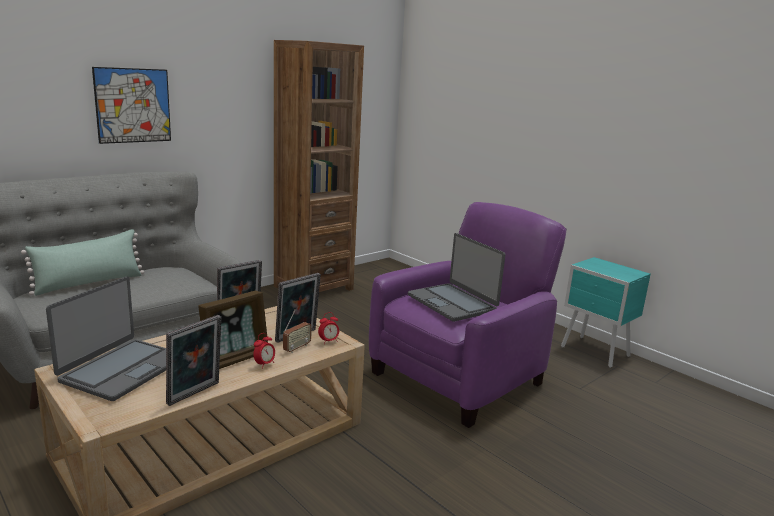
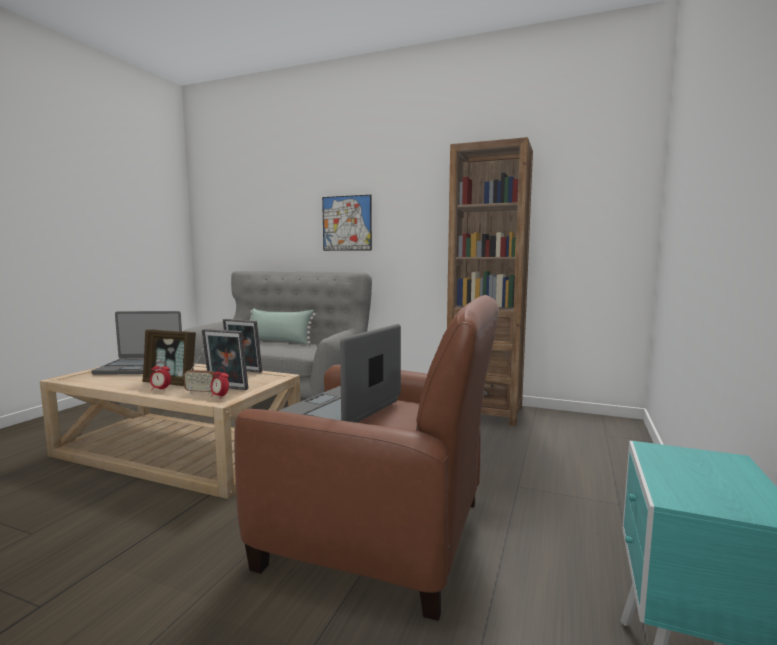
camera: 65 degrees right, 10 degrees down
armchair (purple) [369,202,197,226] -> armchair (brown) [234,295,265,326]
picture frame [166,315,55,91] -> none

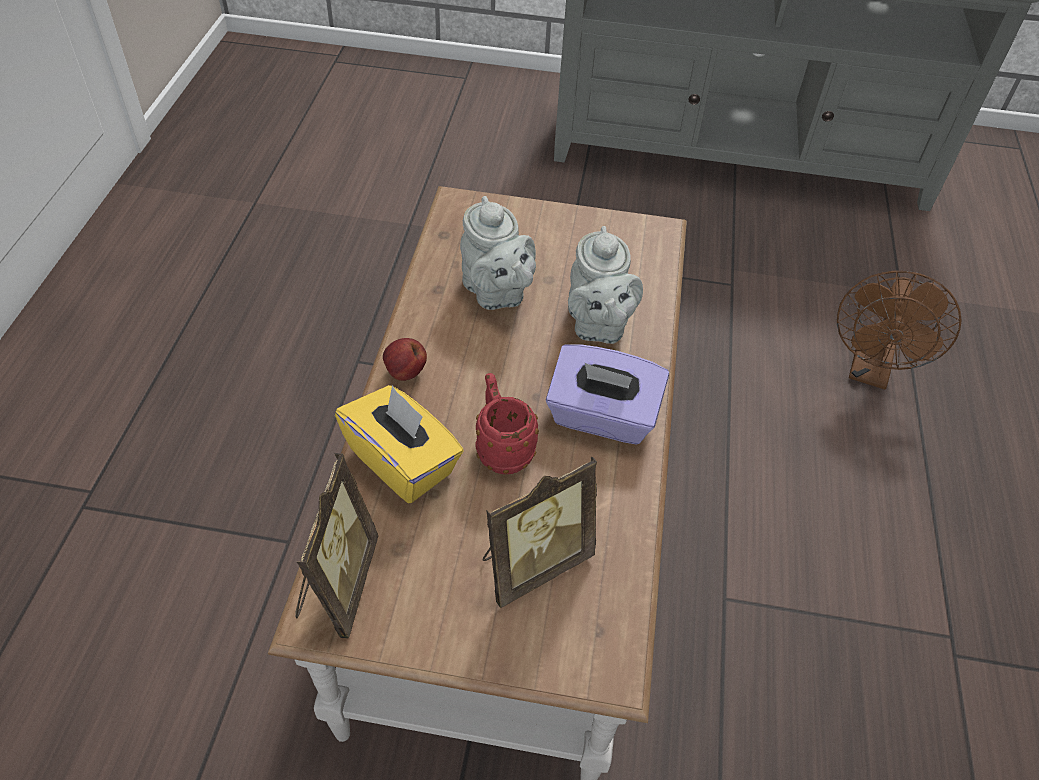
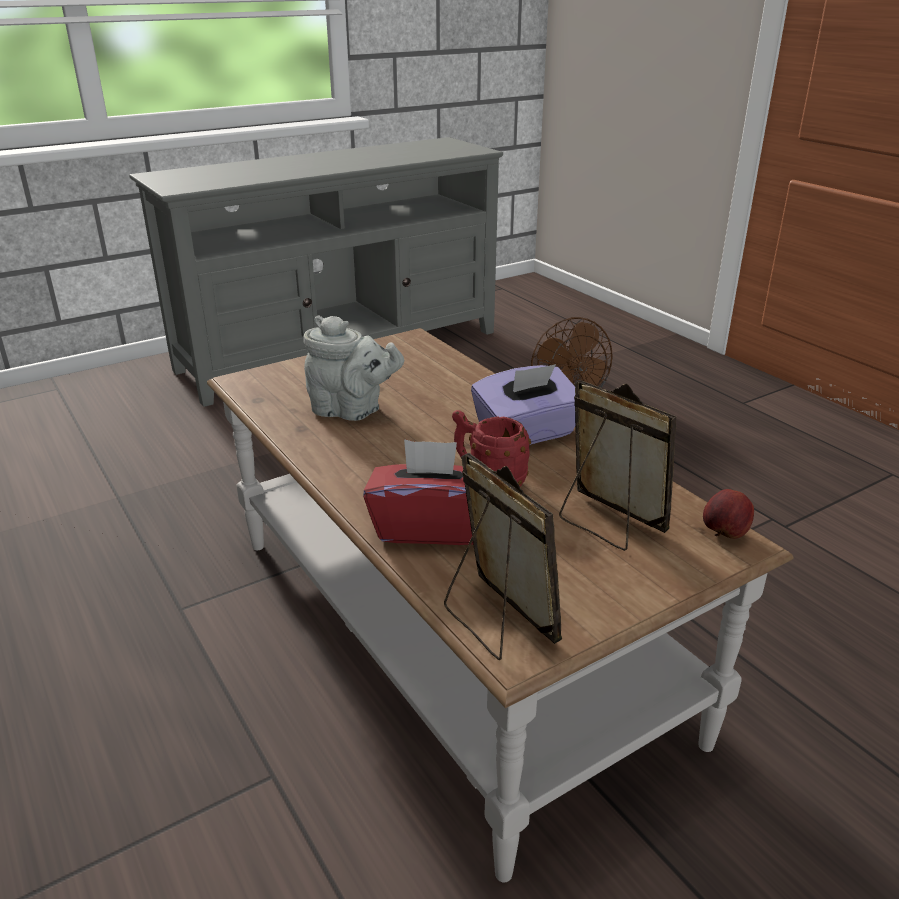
camera: 40 degrees left, 20 degrees down
teapot (grey) [568,226,75,118] -> none
apple [383,338,44,43] -> apple [703,489,51,50], relocated
tissue box (yellow) [335,385,129,118] -> tissue box (red) [363,439,110,106]
picture frame [483,456,114,152] -> picture frame [559,380,118,171], 60 degrees counterclockwise

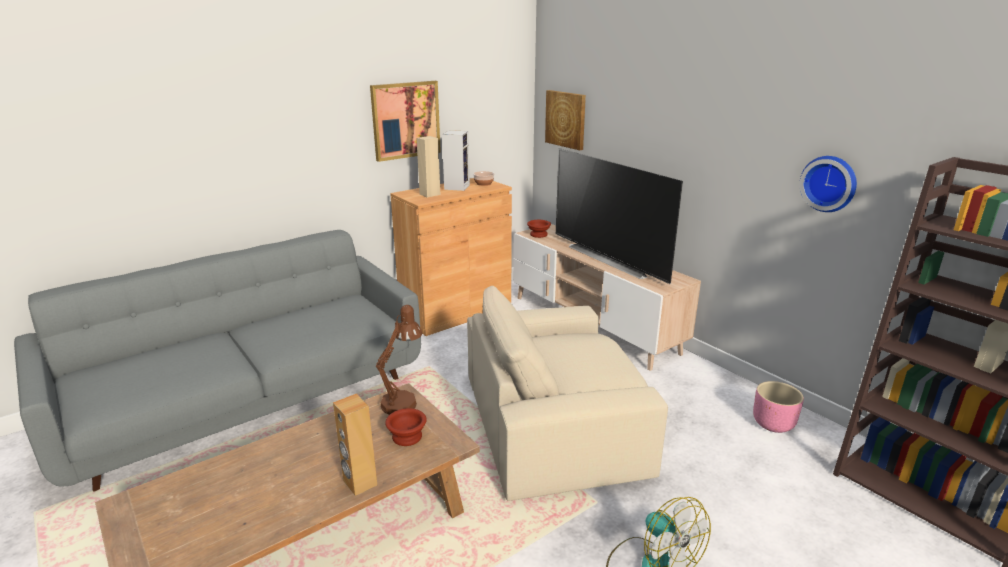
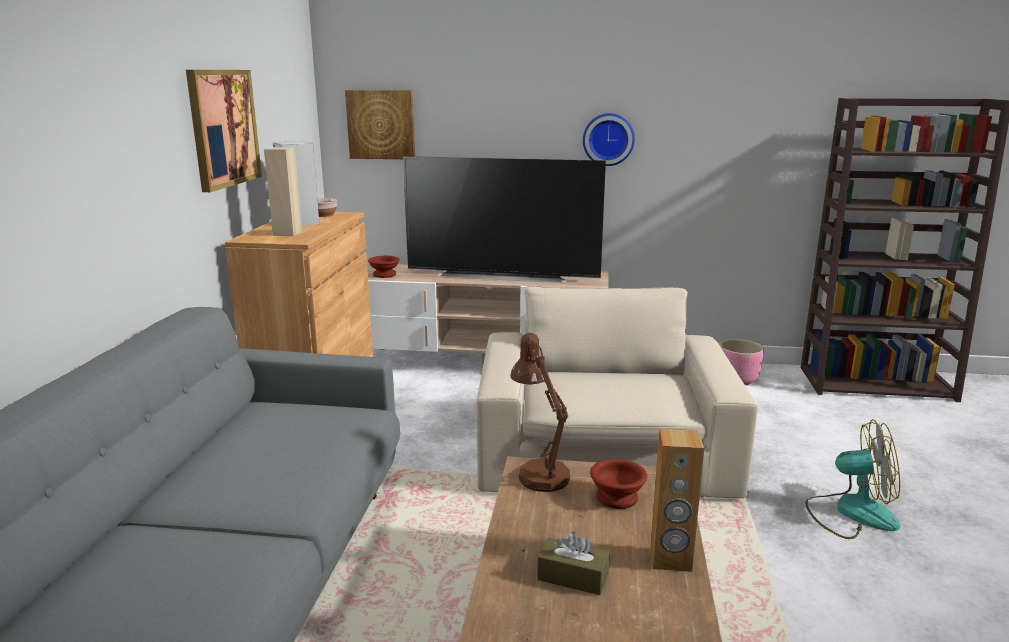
camera: 45 degrees left, 5 degrees down
wall clock [800,156,57,56] -> wall clock [583,113,52,53], relocated
armchair (beige) [467,286,201,215] -> armchair (beige) [476,286,282,212], 150 degrees clockwise
none -> tissue box (brown) [537,531,73,64]

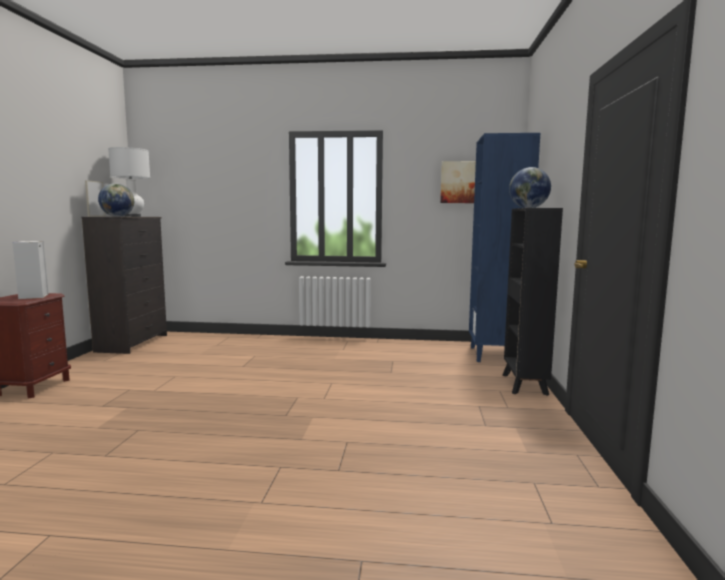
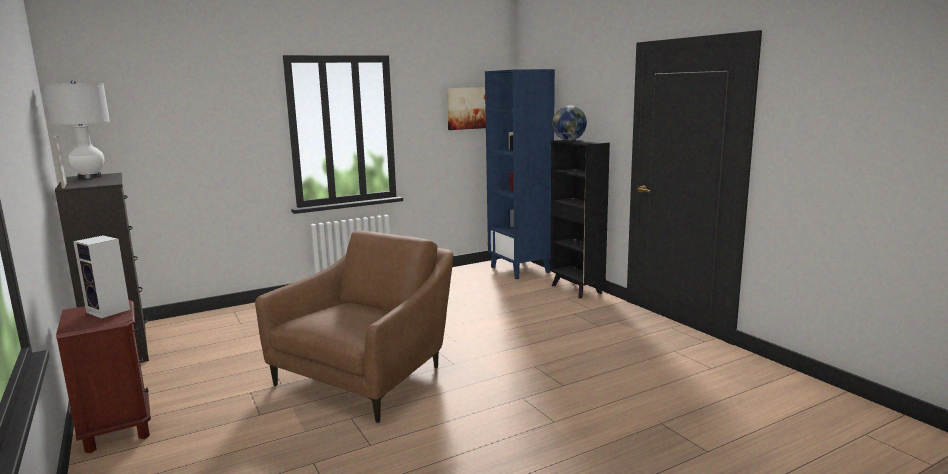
camera: 35 degrees left, 5 degrees up
globe [98,183,36,34] -> none
none -> armchair (brown) [255,231,198,192]

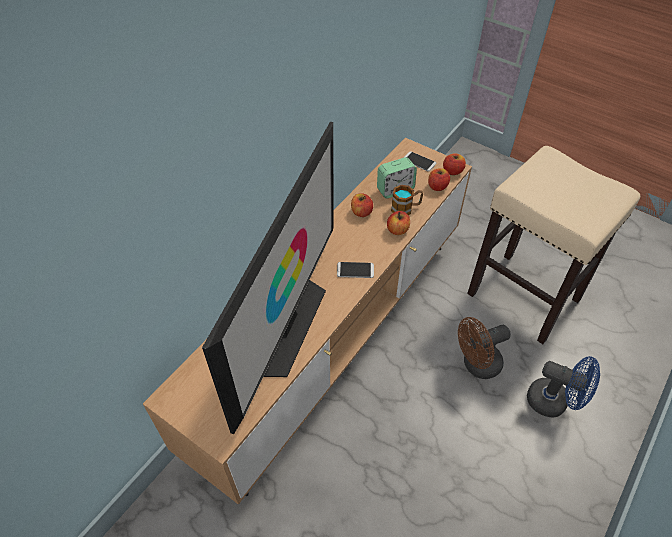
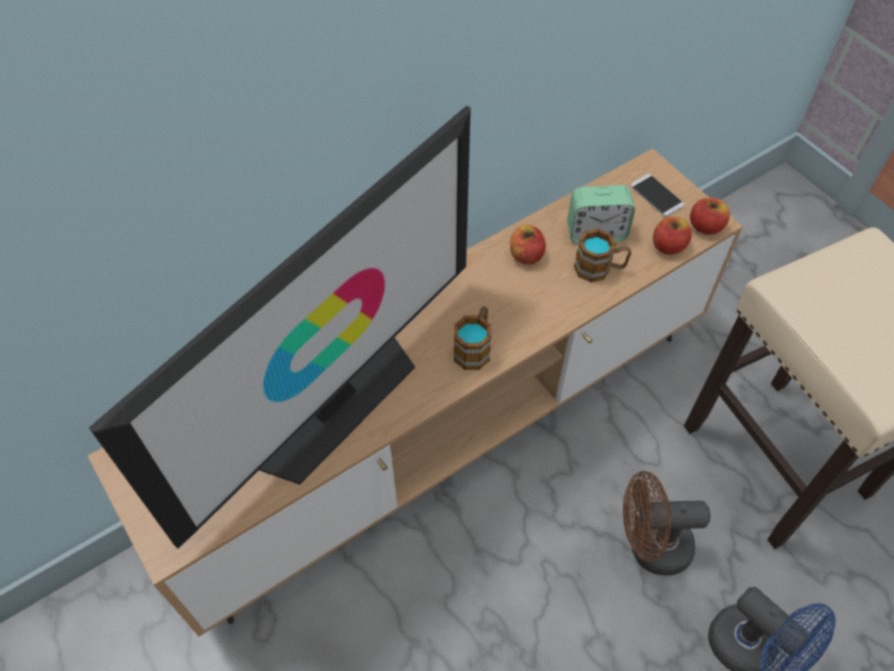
camera: 20 degrees right, 5 degrees up
apple [387,211,23,24] -> none
phone [337,262,37,16] -> mug [454,306,37,64]

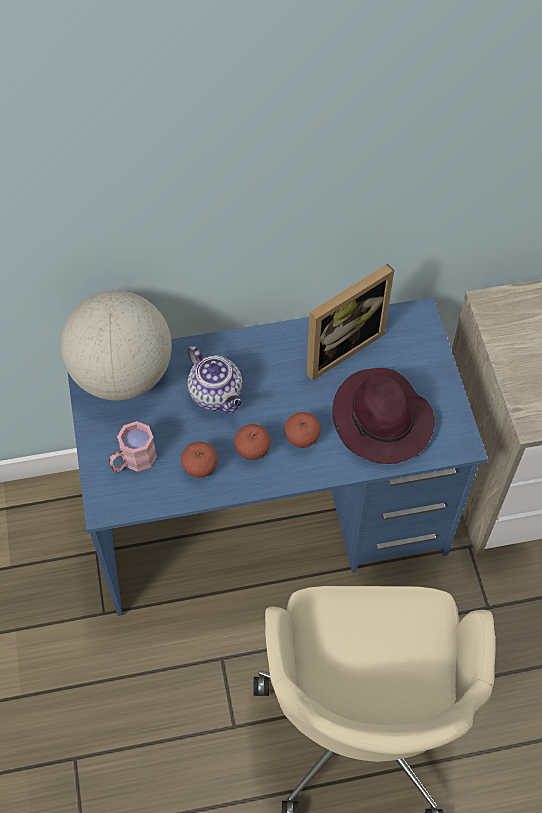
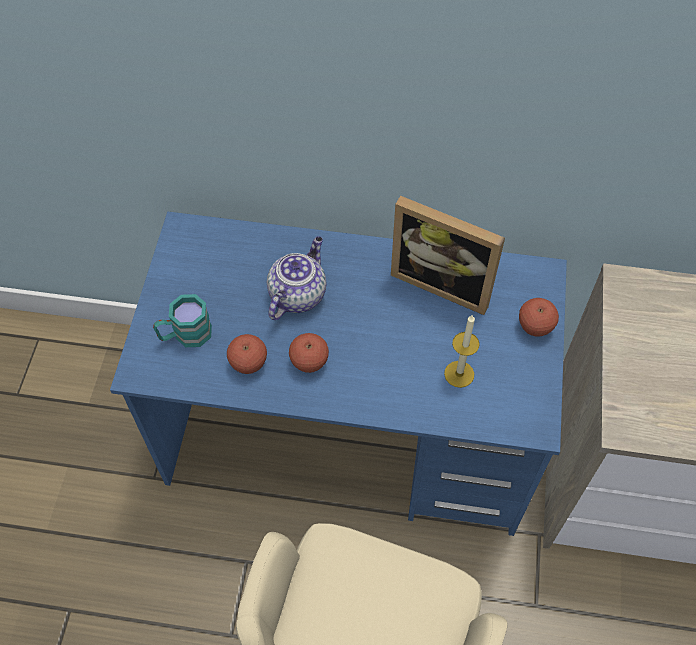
camera: 20 degrees right, 0 degrees up
picture frame [306,264,88,117] -> picture frame [391,196,114,119], 45 degrees clockwise
globe [61,290,111,111] -> none
teapot [187,346,56,67] -> teapot [267,236,59,84], 135 degrees counterclockwise
hat (purple) [332,368,103,96] -> candle [444,315,36,73]
apple [285,412,36,36] -> apple [519,298,40,39], relocated
mug (pink) [109,421,48,51] -> mug (turquoise) [153,294,59,53]

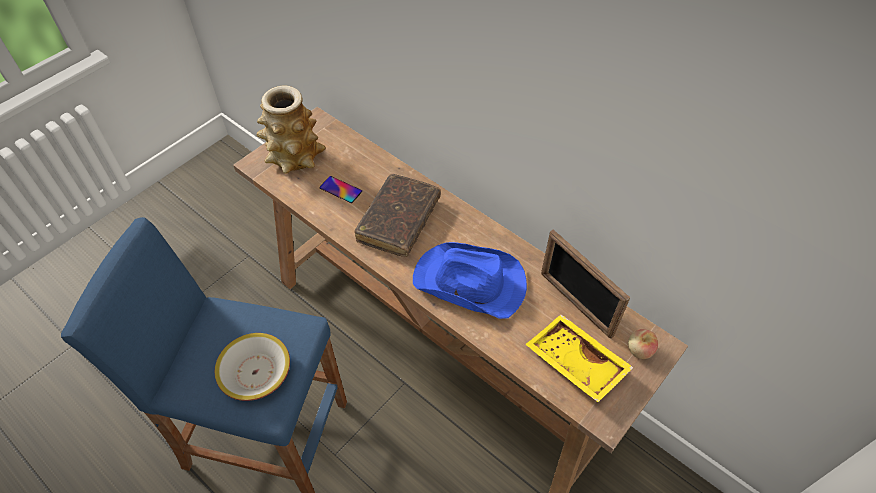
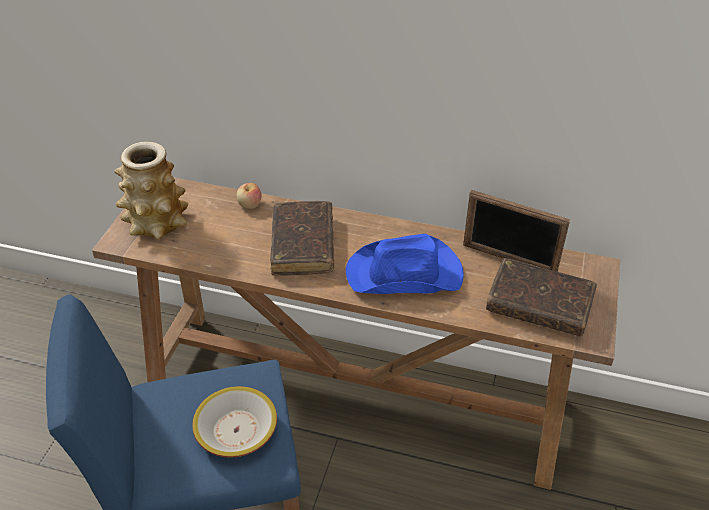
camera: 25 degrees left, 10 degrees down
phone [320,176,42,27] -> none
tray (yellow) [525,315,109,87] -> book (brown) [486,258,111,79]
apple [628,329,30,30] -> apple [237,183,25,26], relocated

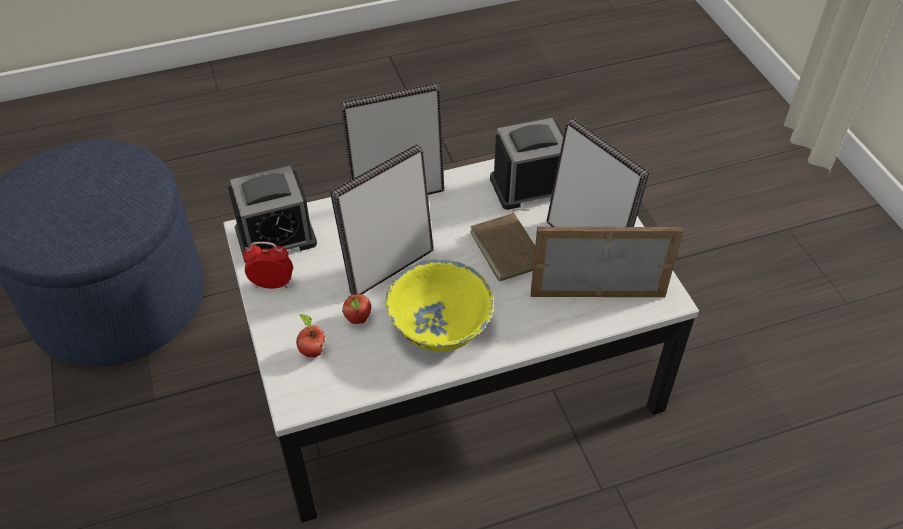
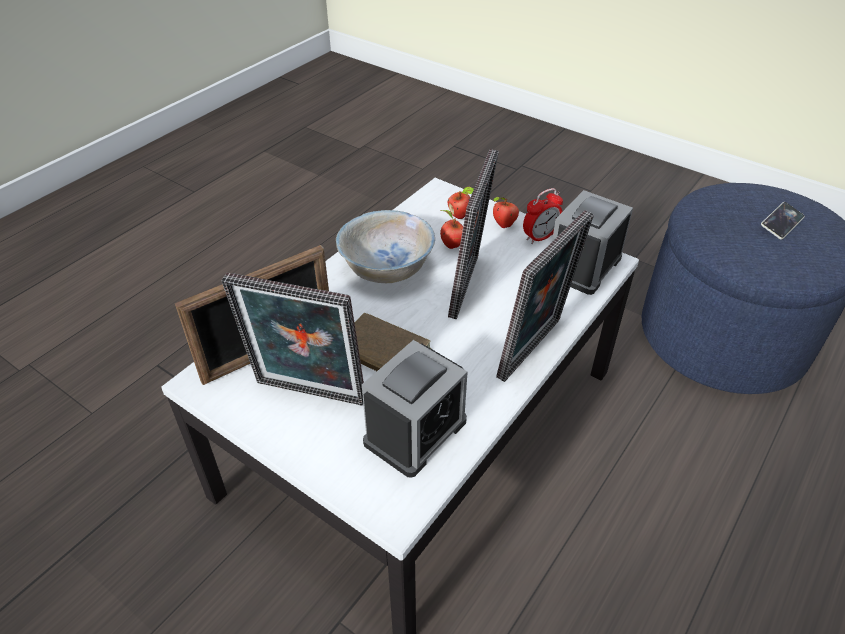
camera: 145 degrees right, 5 degrees down
bowl (yellow) [386,259,108,92] -> bowl (white) [336,210,99,73]
none -> apple [493,197,26,31]
none -> phone [761,202,44,38]

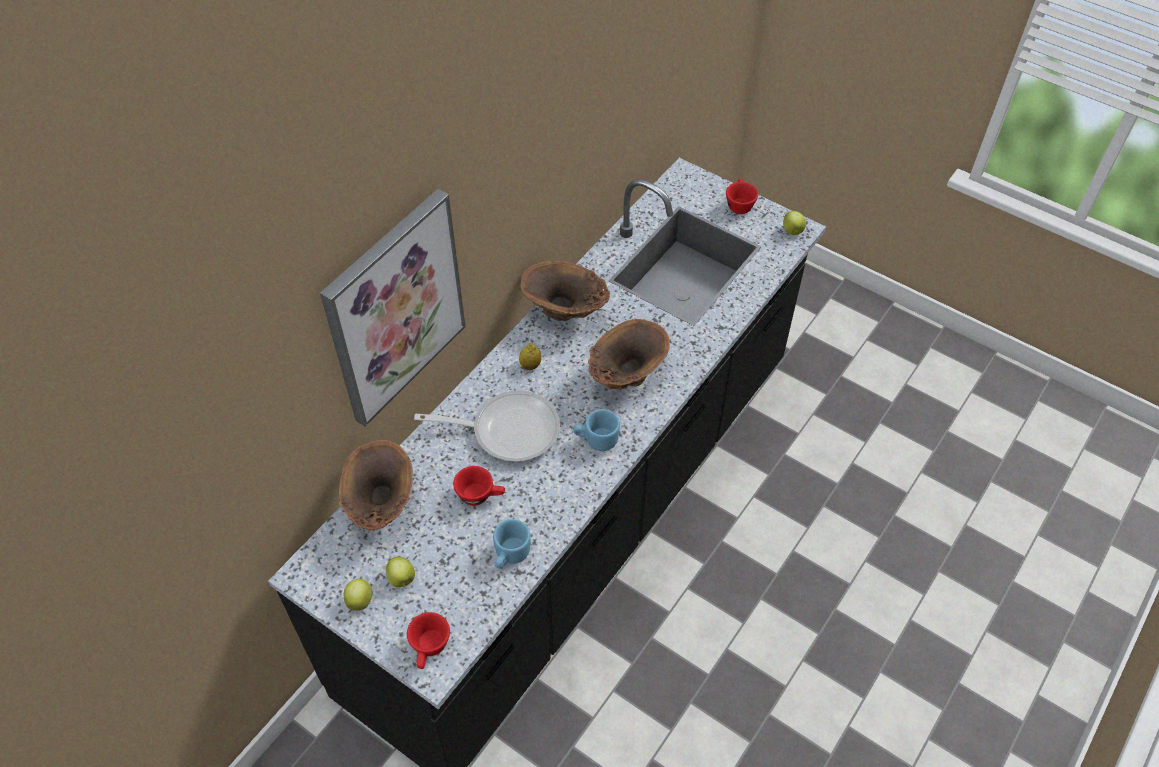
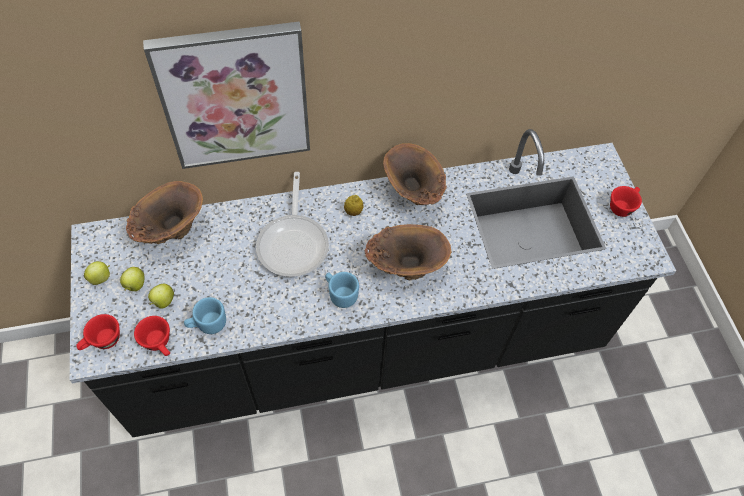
camera: 40 degrees right, 5 degrees up
apple [783,211,23,24] -> apple [148,284,26,25], relocated
frying pan [414,390,146,72] -> frying pan [256,172,73,105], 45 degrees clockwise
cup (red) [453,466,52,40] -> cup (red) [134,316,36,40], relocated

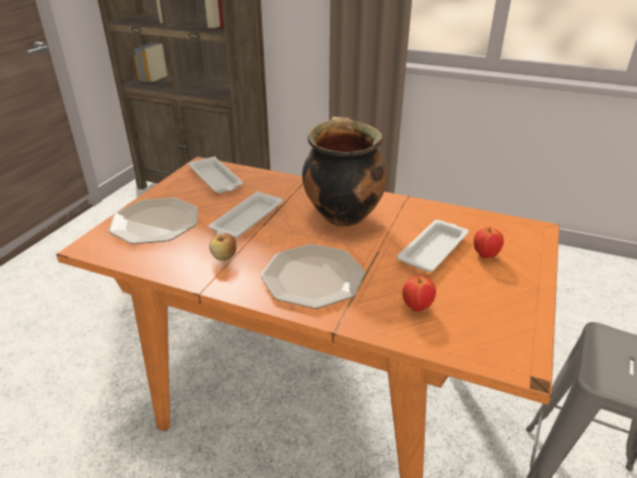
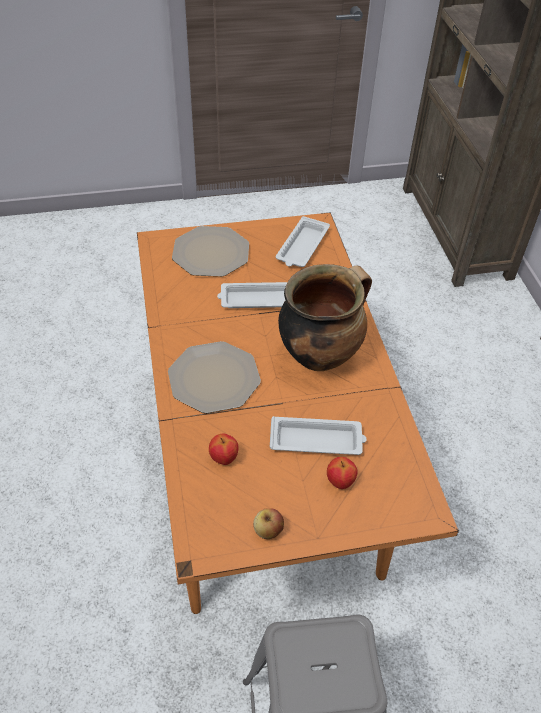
camera: 55 degrees right, 15 degrees up
apple [209,233,27,28] -> apple [253,508,31,31], relocated

